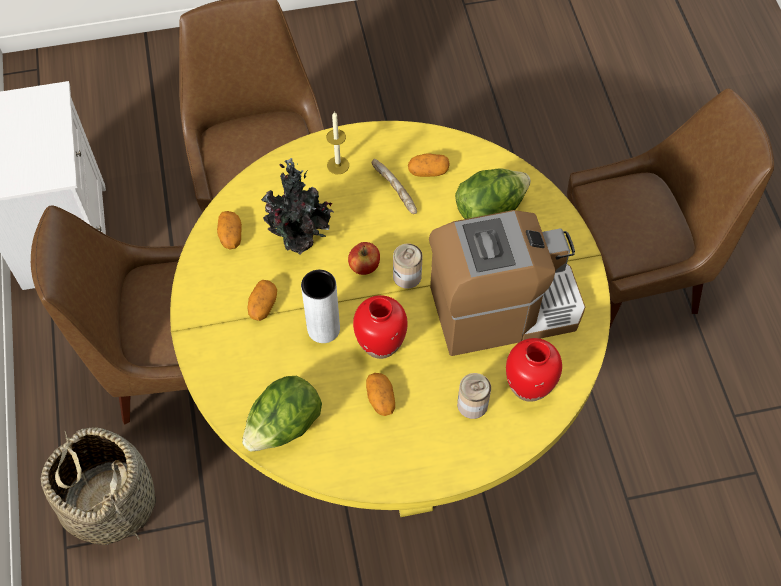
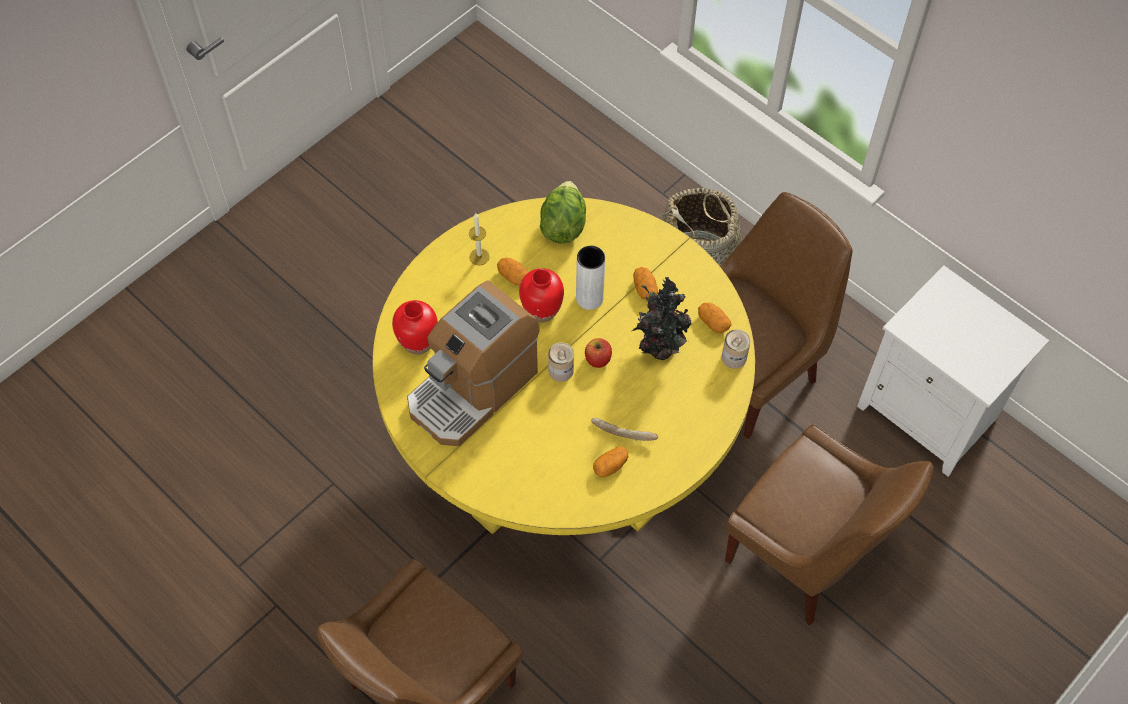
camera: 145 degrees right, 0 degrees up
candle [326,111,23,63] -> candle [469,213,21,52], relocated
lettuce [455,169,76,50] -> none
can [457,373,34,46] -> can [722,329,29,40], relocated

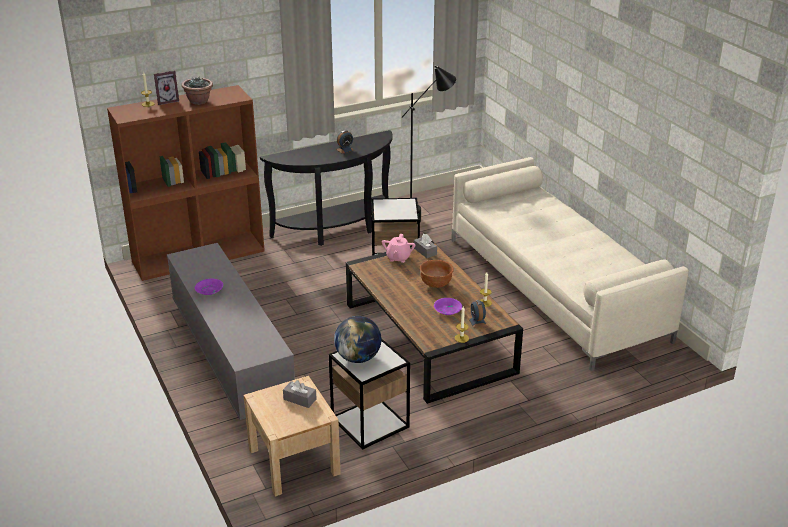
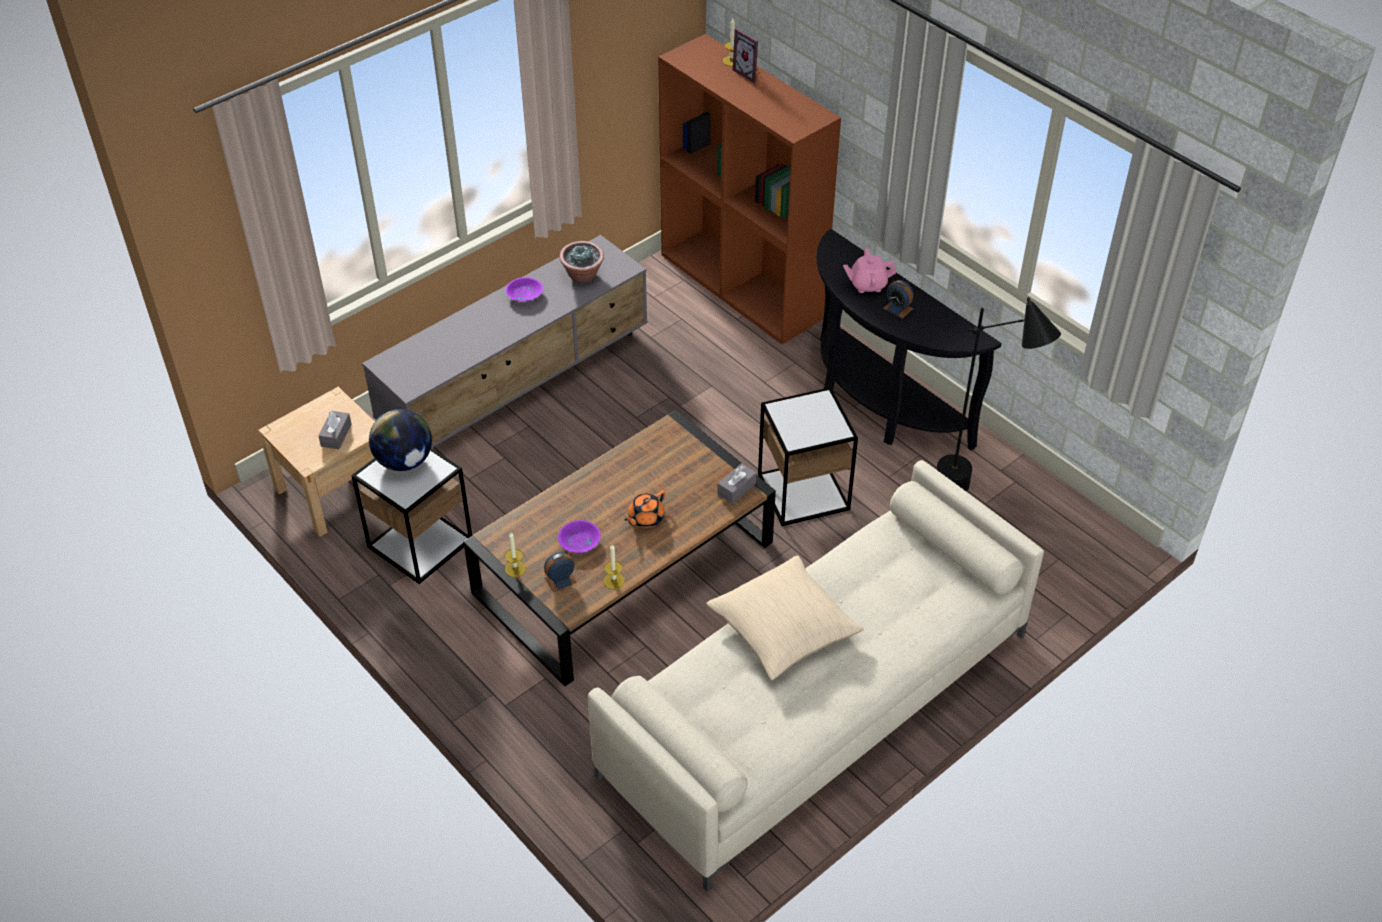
camera: 75 degrees right, 15 degrees up
potted plant [181,78,32,27] -> potted plant [559,241,45,42], relocated
teapot (pink) [382,234,33,29] -> teapot (pink) [843,248,53,45], relocated
bowl (brown) [420,260,34,28] -> teapot (orange) [625,491,40,37]
none -> pillow (beige) [706,556,157,124]

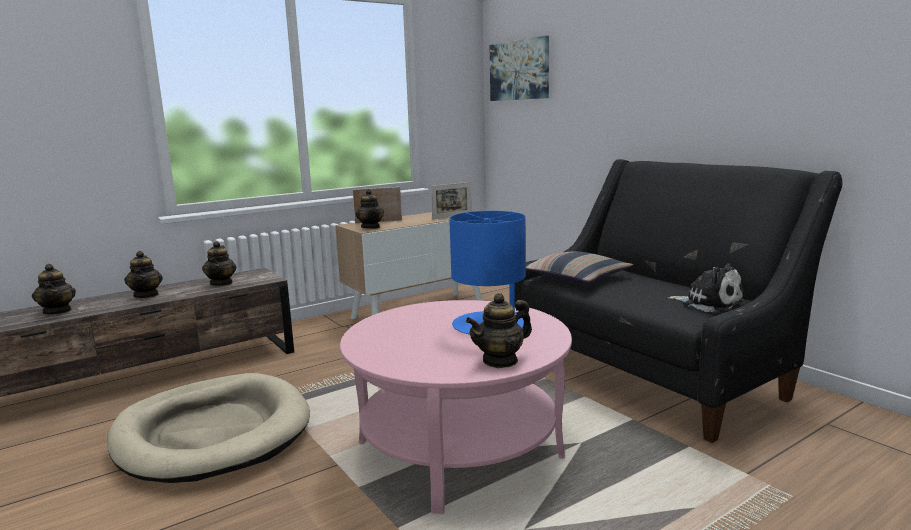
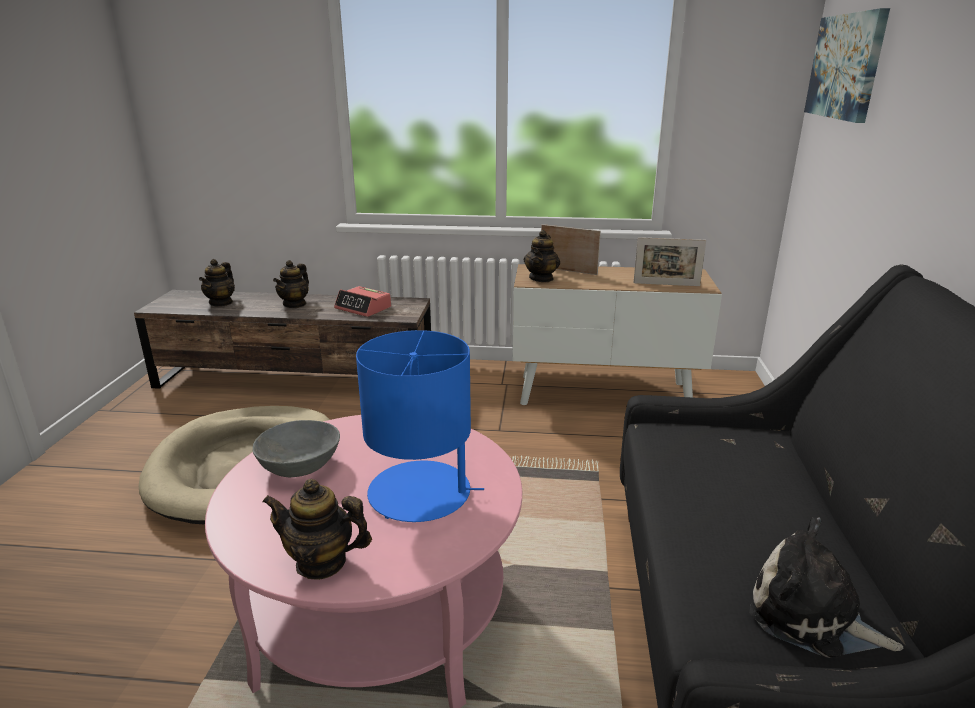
camera: 40 degrees right, 10 degrees up
teapot [202,241,34,45] -> alarm clock [334,286,57,31]
pillow [526,252,107,32] -> none
plush toy [668,263,76,50] -> plush toy [748,517,155,141], 135 degrees clockwise
none -> bowl (grey) [253,420,87,57]

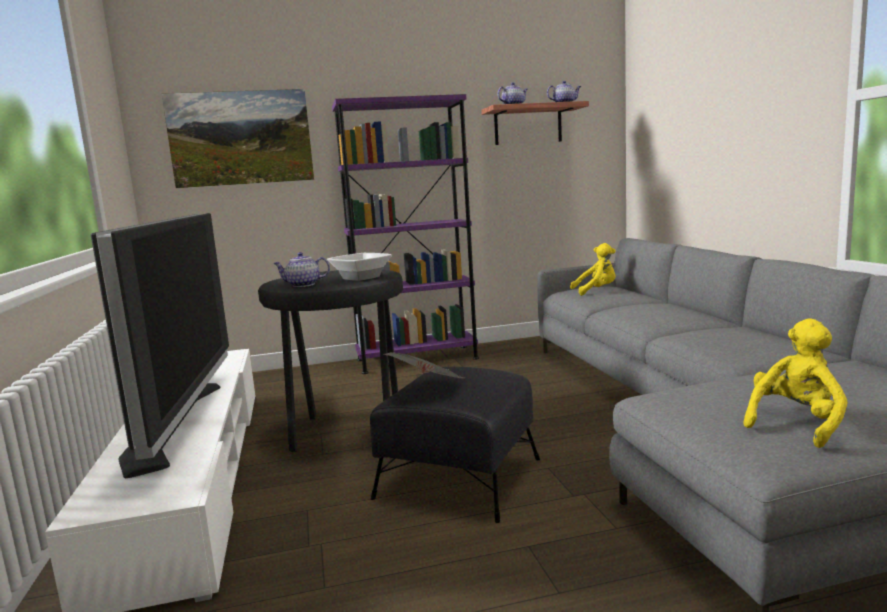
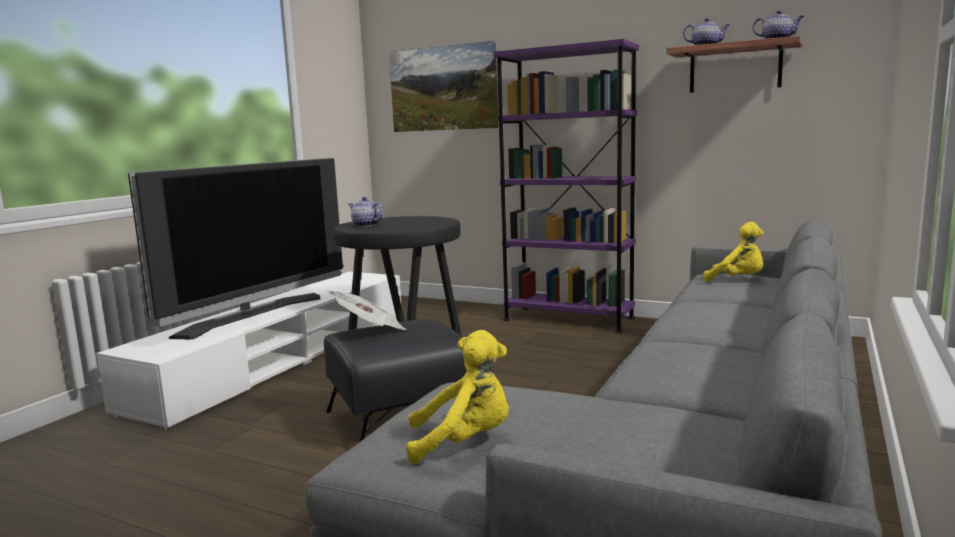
camera: 40 degrees right, 0 degrees up
bowl [327,253,65,28] -> none

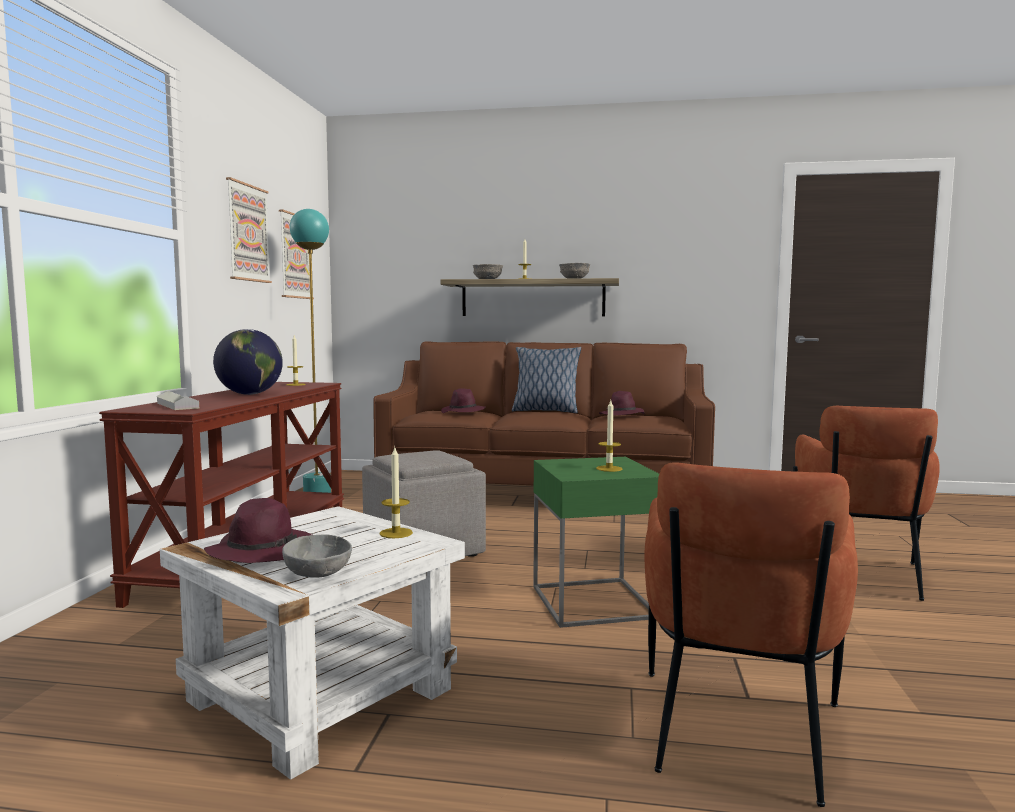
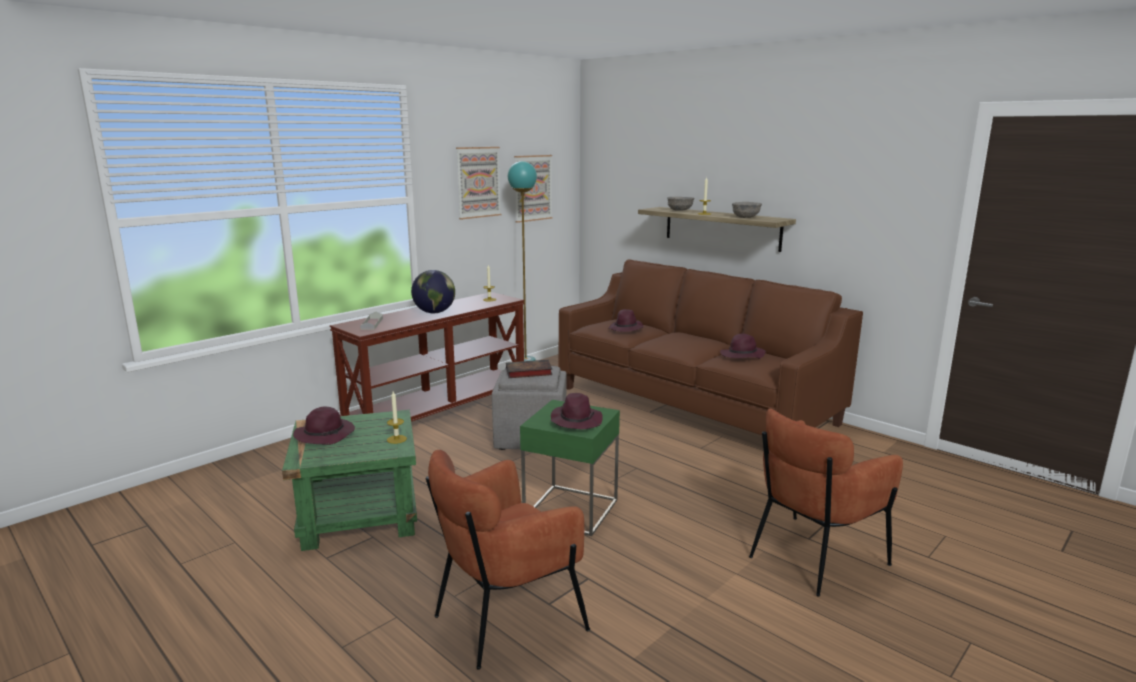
camera: 35 degrees right, 10 degrees up
pillow [512,347,69,66] -> none
candle [596,400,26,72] -> hat (purple) [551,393,52,36]
side table (white) [160,506,305,274] -> side table (green) [282,410,135,141]
bowl (grey) [282,534,70,44] -> none
none -> book [506,360,47,18]

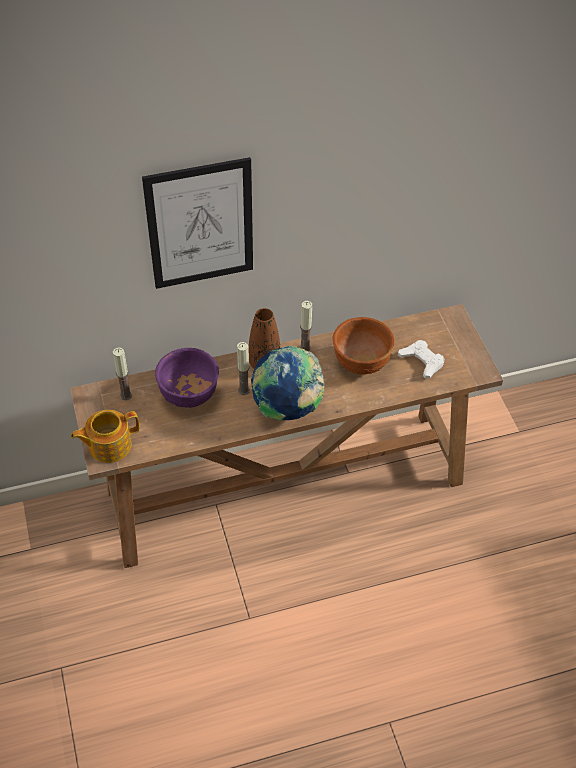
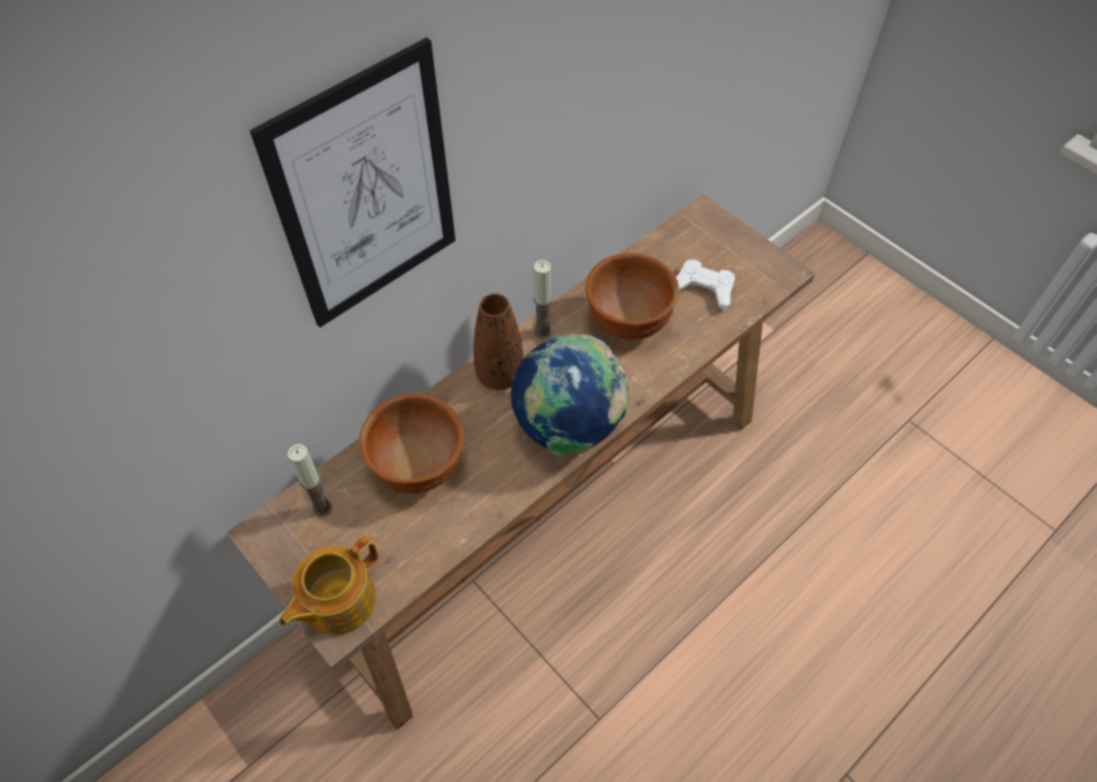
camera: 25 degrees left, 5 degrees up
candle [237,342,13,53] -> none
bowl (purple) [155,348,64,60] -> bowl (brown) [358,393,106,101]

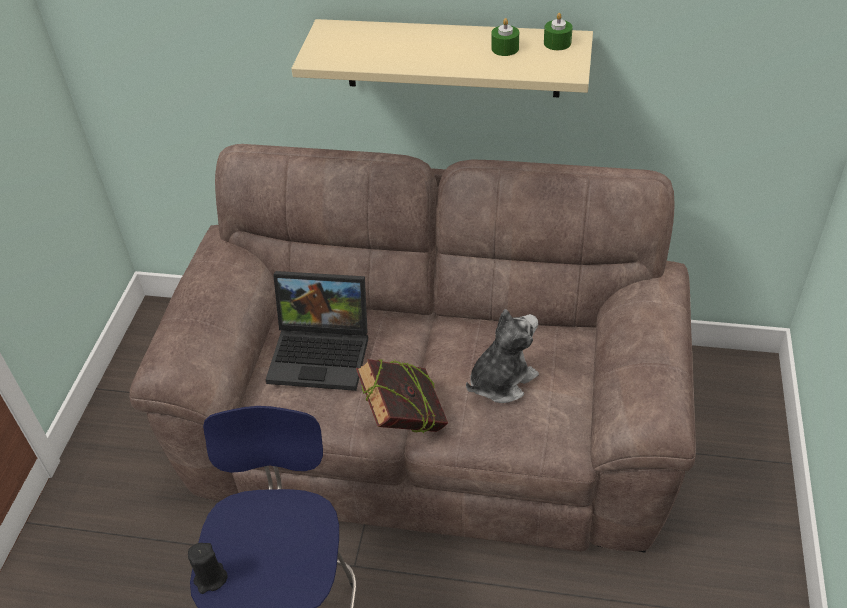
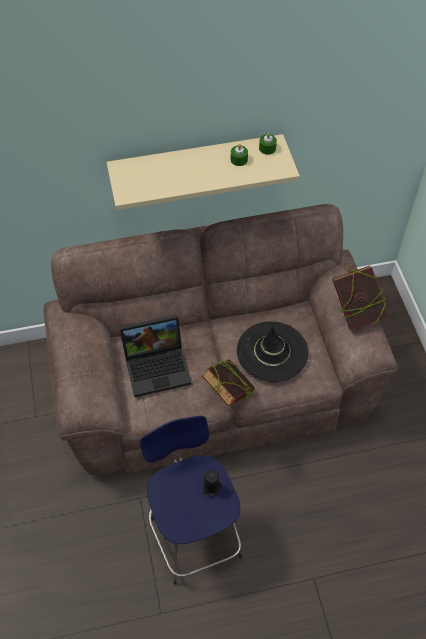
camera: 25 degrees left, 10 degrees up
plush toy [466,309,73,94] -> hat (black) [237,321,71,61]
candle (black) [188,543,40,51] -> candle (black) [203,470,18,28], relocated
none -> book [332,266,56,64]

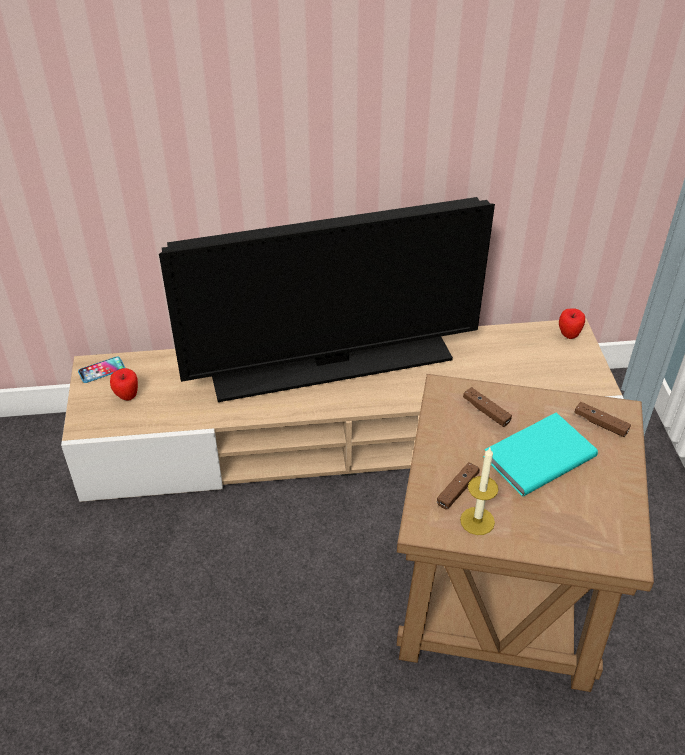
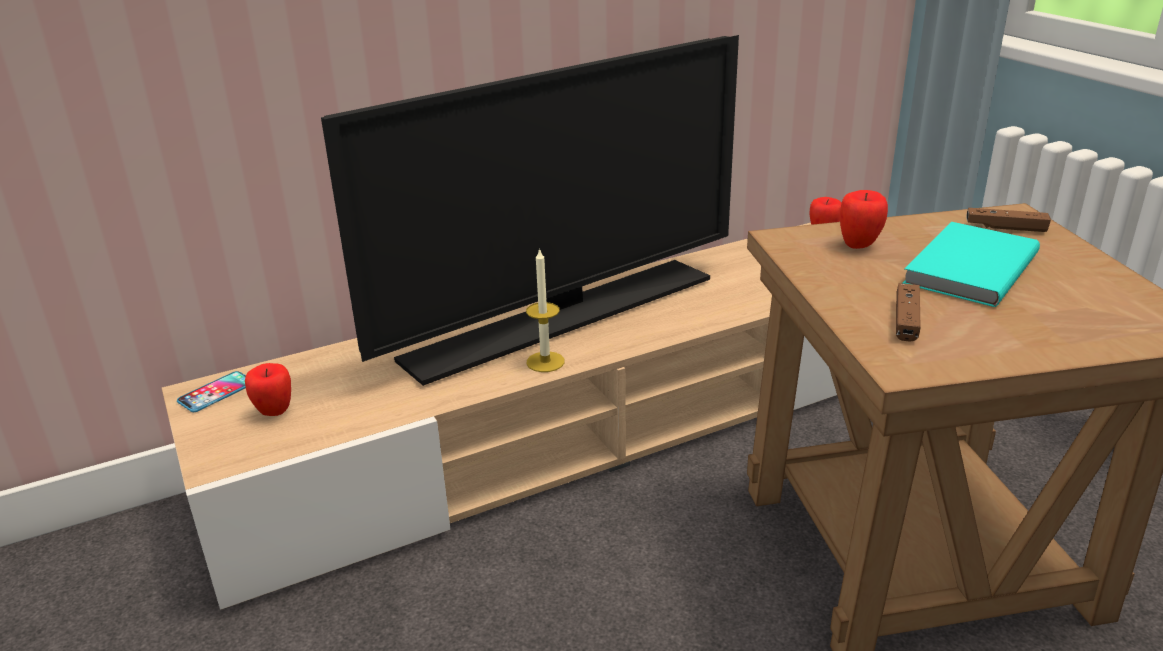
camera: 20 degrees left, 15 degrees down
game controller (brown) [463,387,49,40] -> apple [840,190,48,59]
candle [460,448,39,87] -> candle [526,248,39,124], relocated

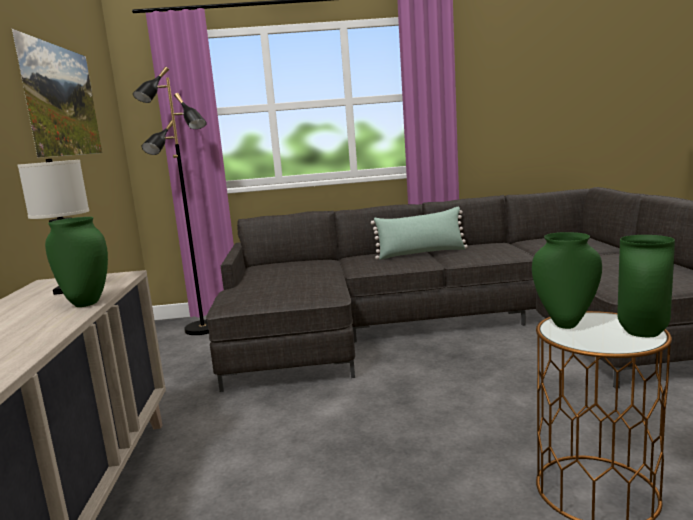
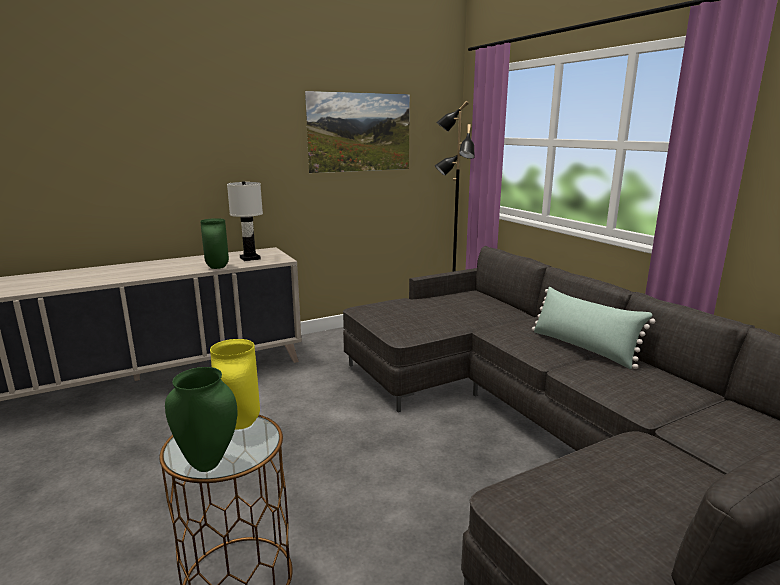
camera: 65 degrees right, 5 degrees up
vase (green) [532,232,70,97] -> vase (yellow) [210,339,50,91]

